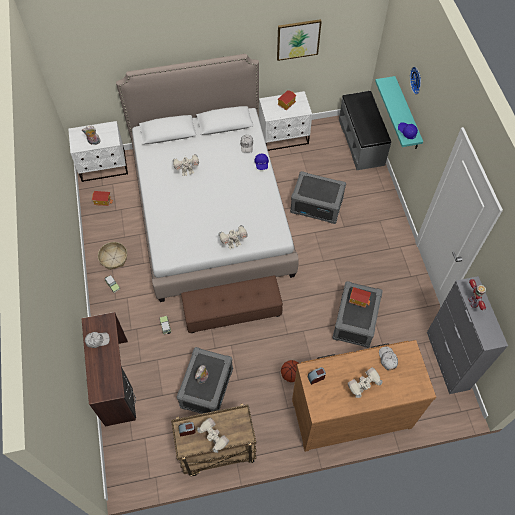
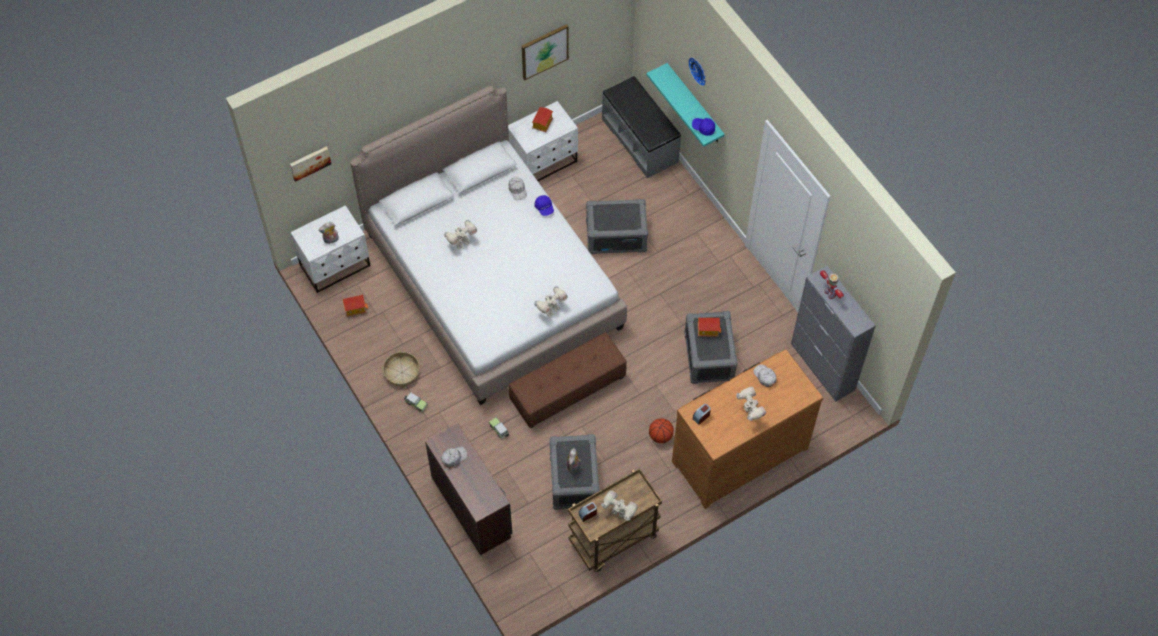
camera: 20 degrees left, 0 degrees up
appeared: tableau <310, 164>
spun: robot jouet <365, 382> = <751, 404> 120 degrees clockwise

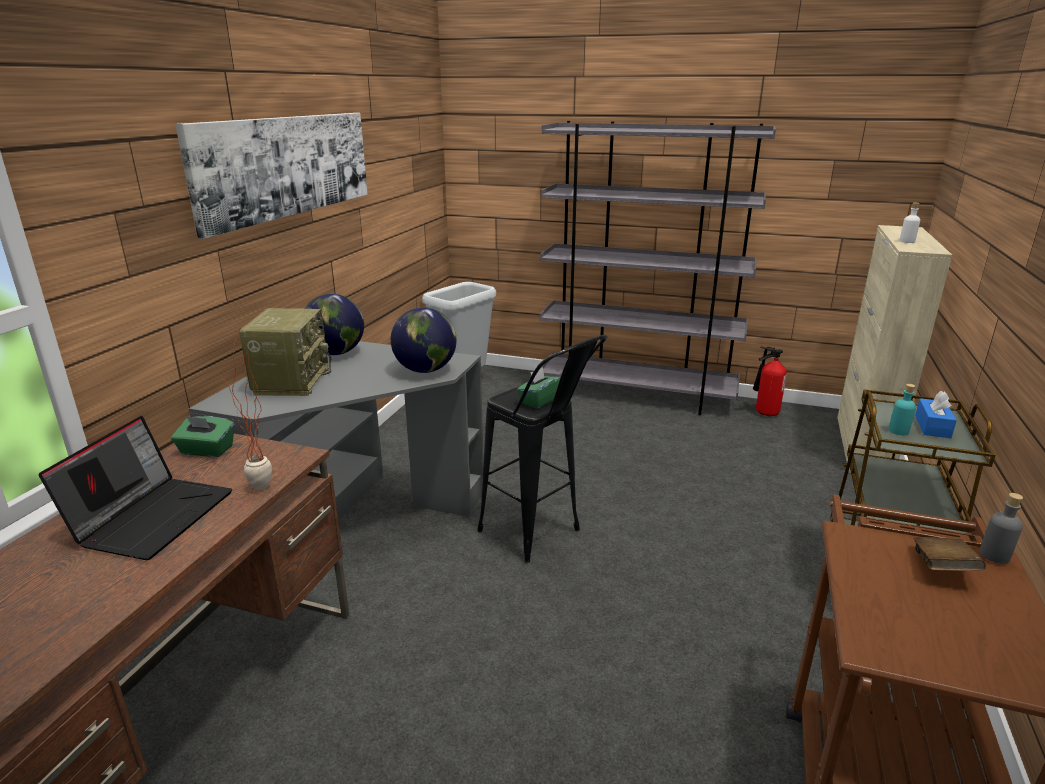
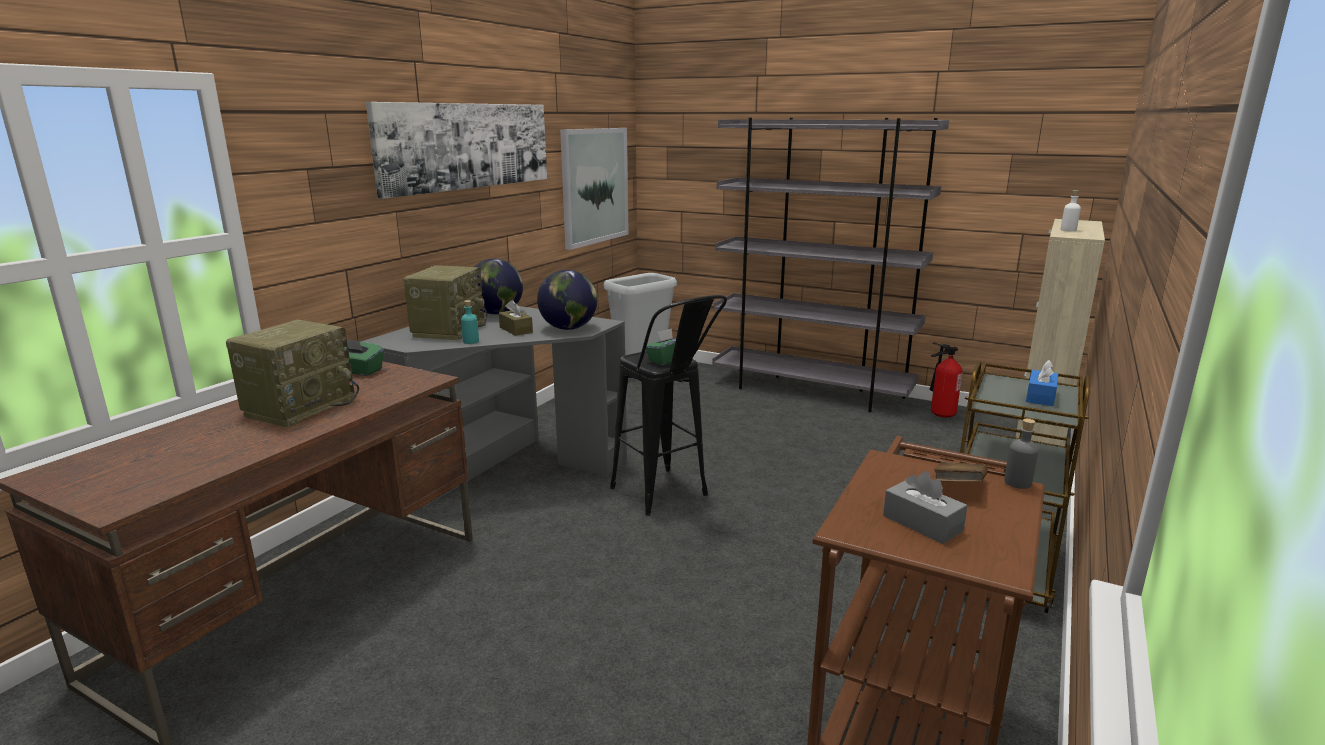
camera: 10 degrees right, 5 degrees down
missing: plante en pot <249, 415>
appeared: boîte à mouchoirs/marron <516, 318>; tableau <594, 189>; boîte à mouchoirs/gris <925, 507>
relocated: bouteille/turquoise <902, 409> to <470, 322>
exchanged: ordinateur portable <135, 488> to radio <292, 374>

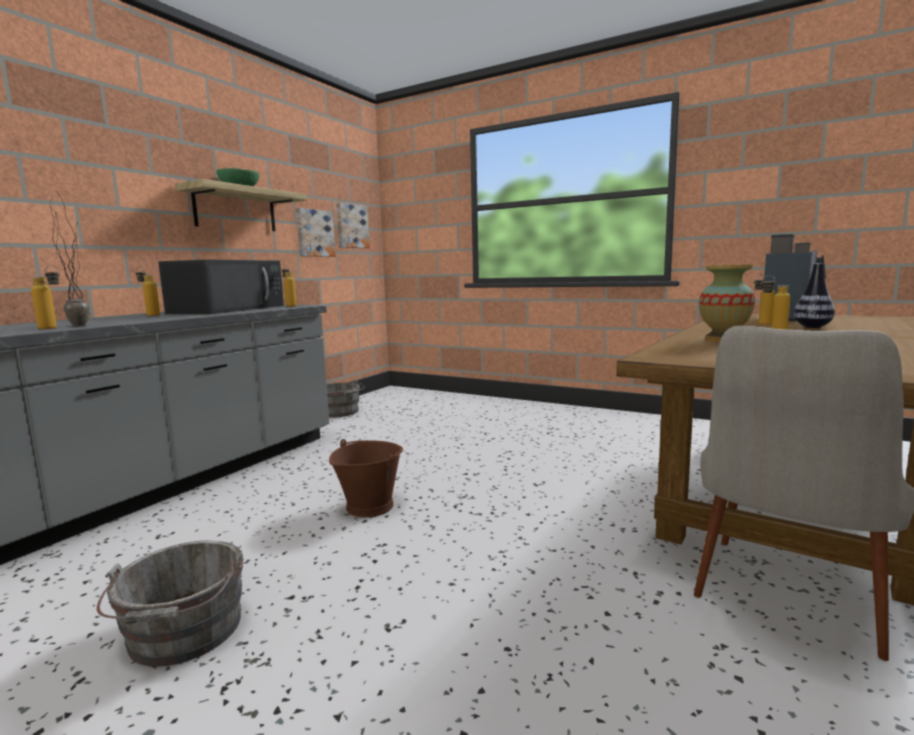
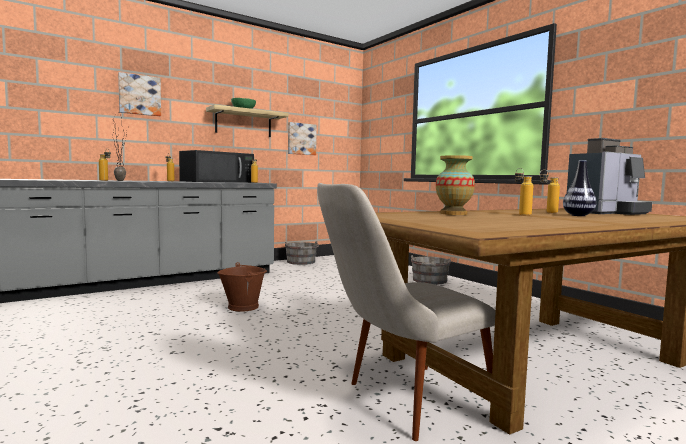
camera: 25 degrees right, 5 degrees down
relocated: tableau <353, 225> to <139, 94>; seau/gris <170, 604> to <430, 270>

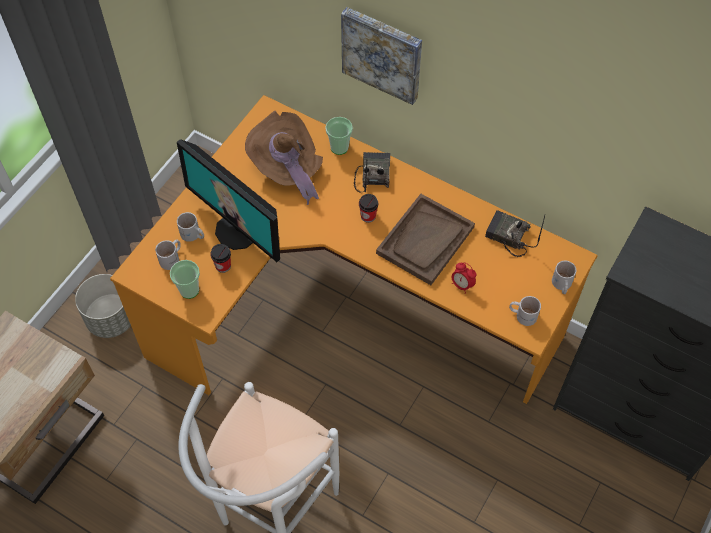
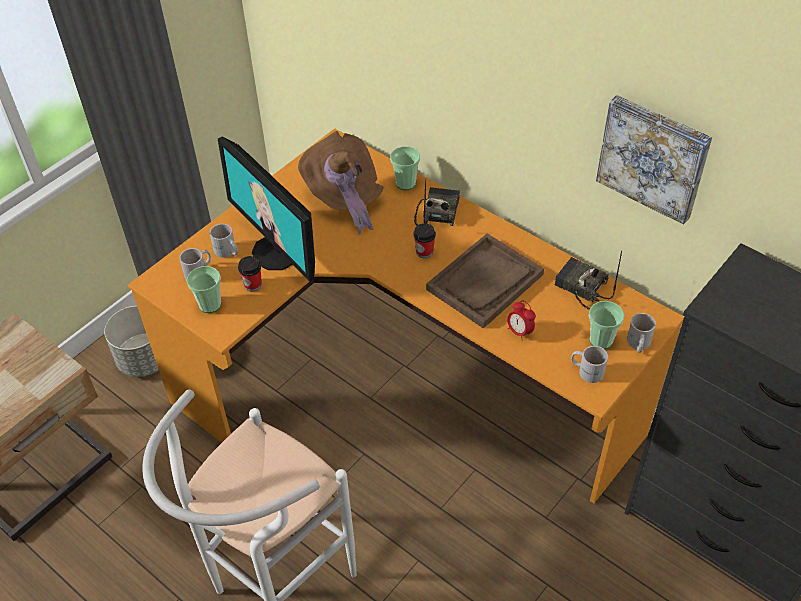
camera: 10 degrees right, 10 degrees down
appeared: tasse <606, 325>
relocated: tableau <381, 56> to <654, 160>

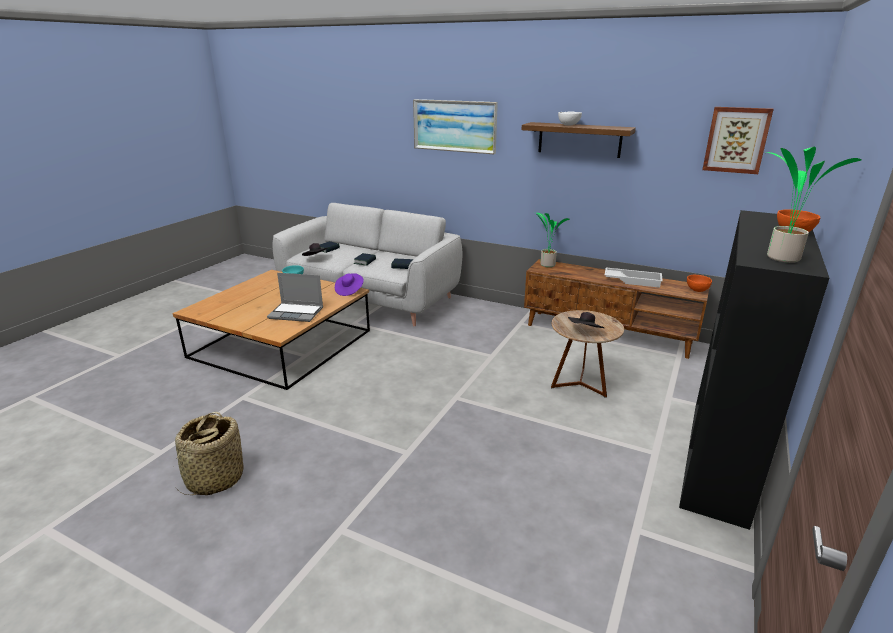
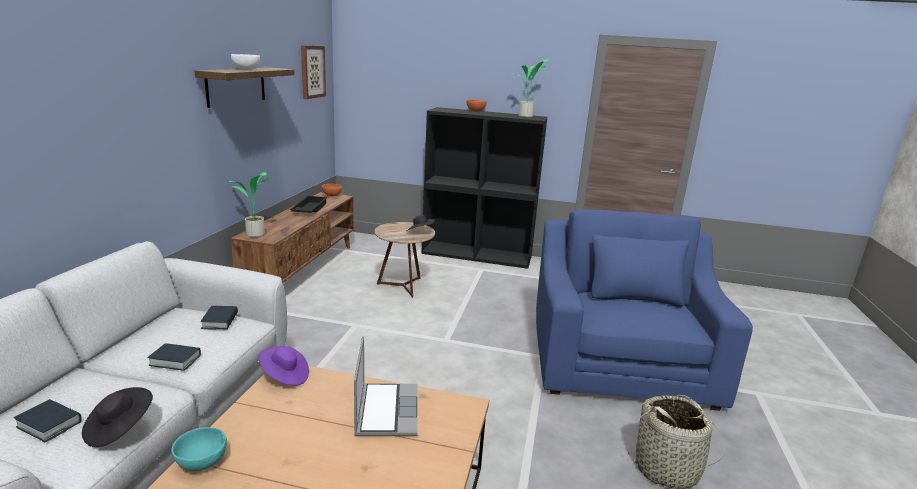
camera: 105 degrees left, 5 degrees down
missing: tableau <455, 126>
appeared: fauteuil/bleu <644, 310>
colour: plateau/blanc <633, 278> to plateau/noir <308, 204>

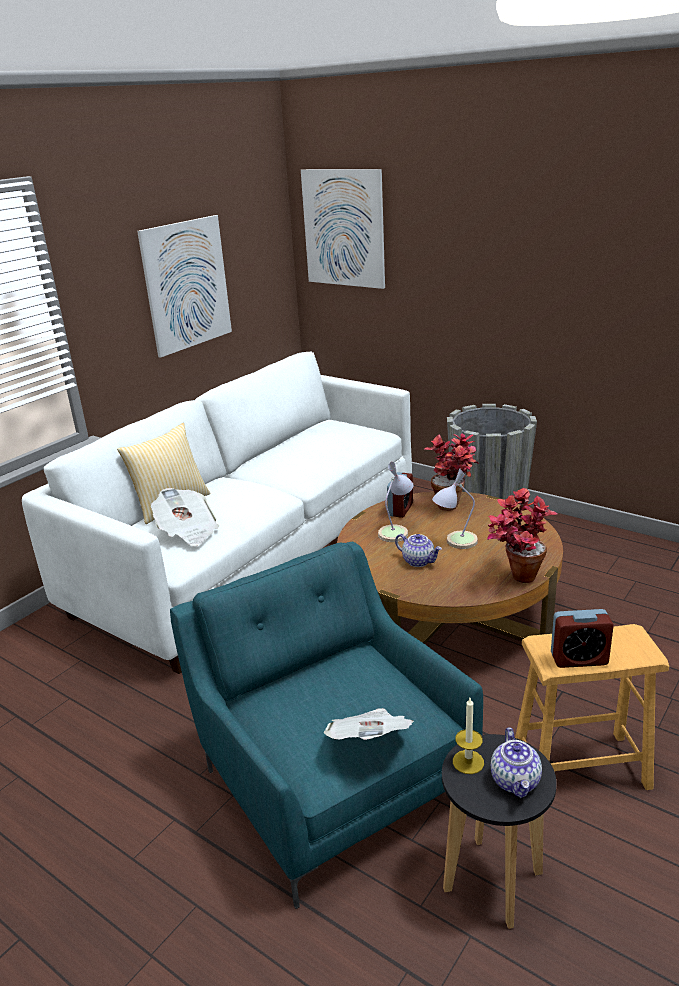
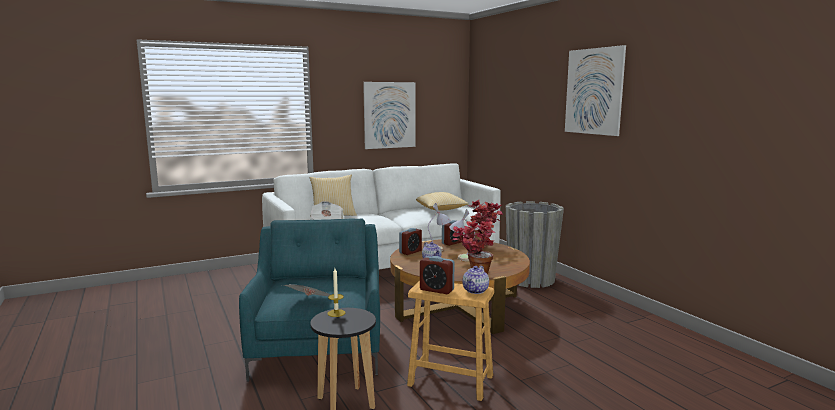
camera: 25 degrees right, 15 degrees down
appeared: réveil <410, 241>; coussin <442, 201>
relocated: théière <516, 763> to <476, 280>; tableau <343, 229> to <595, 90>

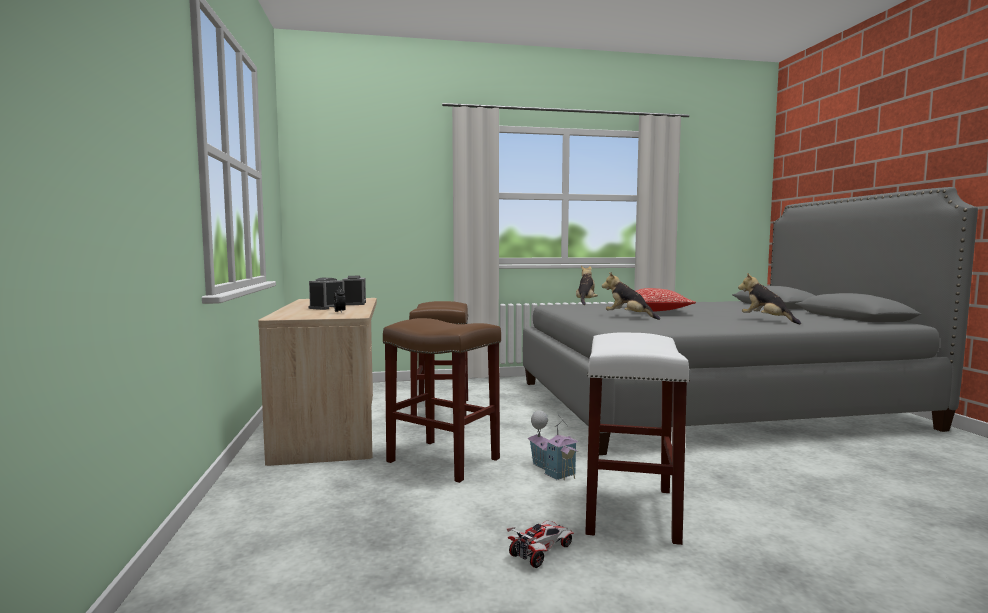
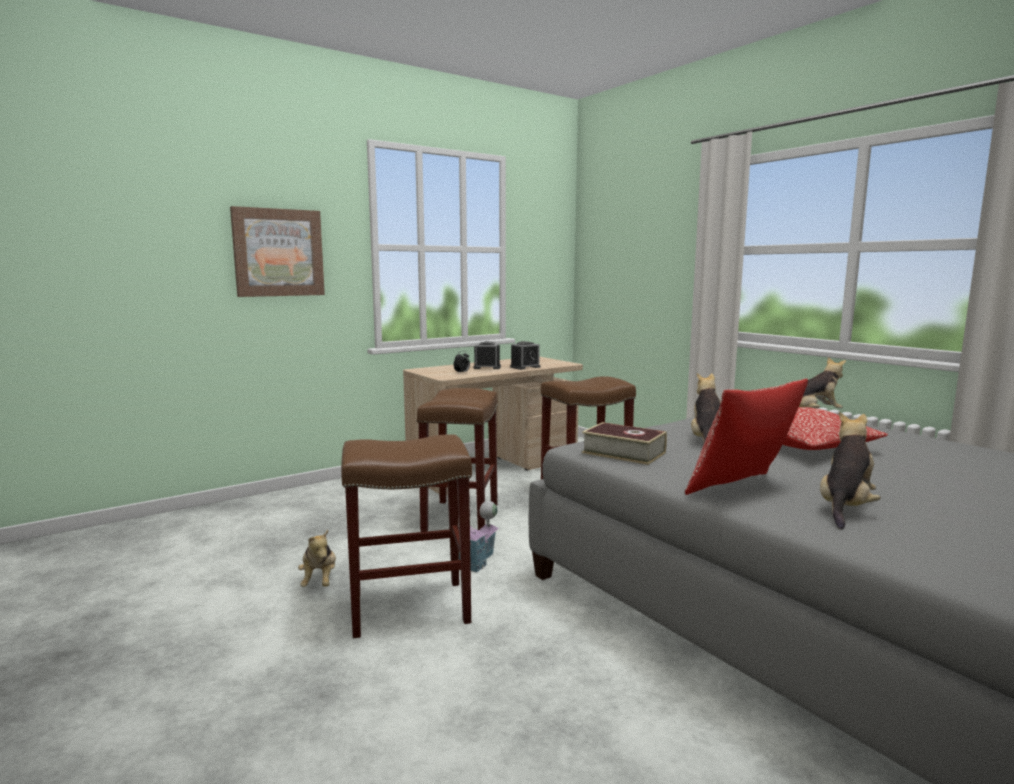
camera: 65 degrees right, 5 degrees up
appeared: tableau <277, 251>; livre <624, 443>; coussin <746, 437>
exchanged: petite voiture <540, 544> to peluche <317, 558>
colour: tabouret/blanc <637, 438> to tabouret/marron <406, 536>

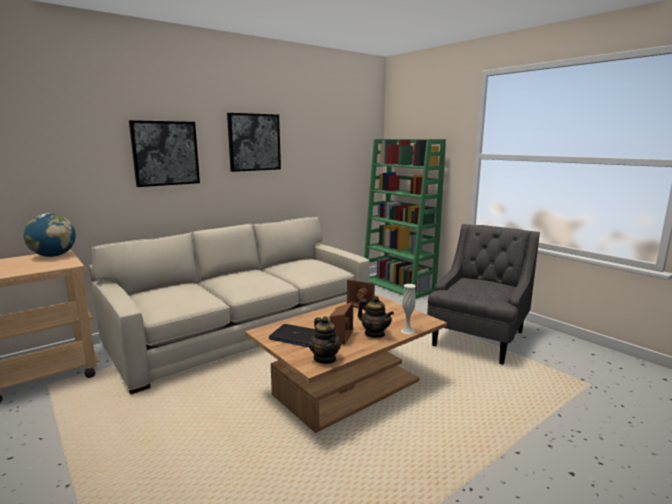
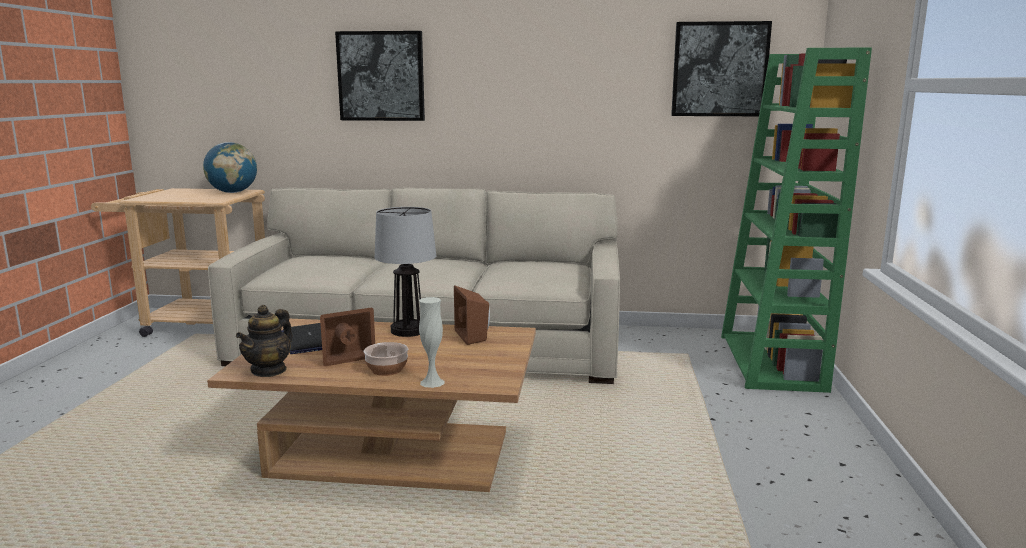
camera: 45 degrees right, 0 degrees up
missing: fauteuil/gris <483, 294>
appeared: lampe de table <405, 272>
relocated: tableau <254, 142> to <721, 68>
exchanged: théière <376, 317> to bol <386, 359>

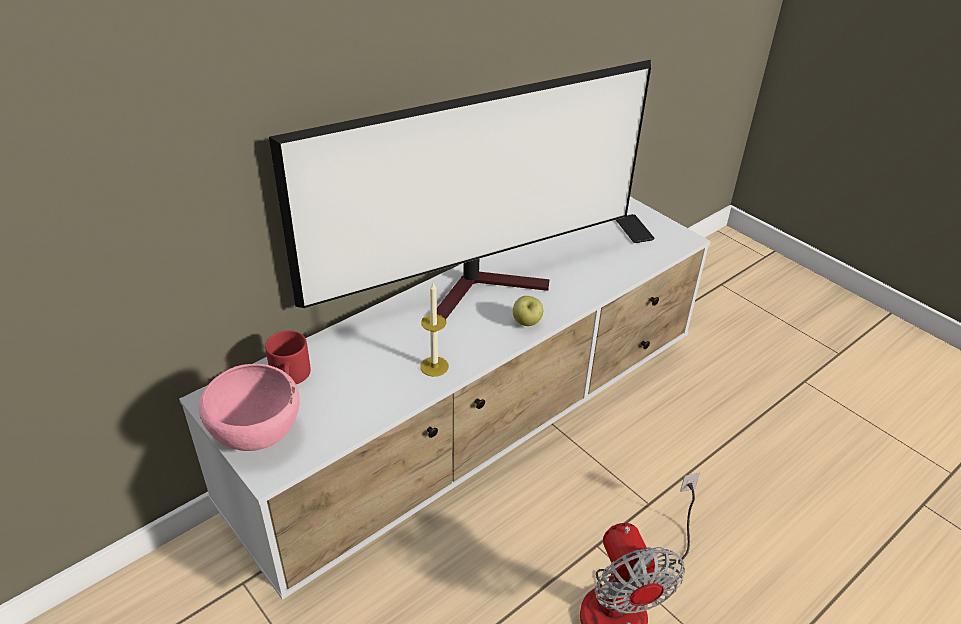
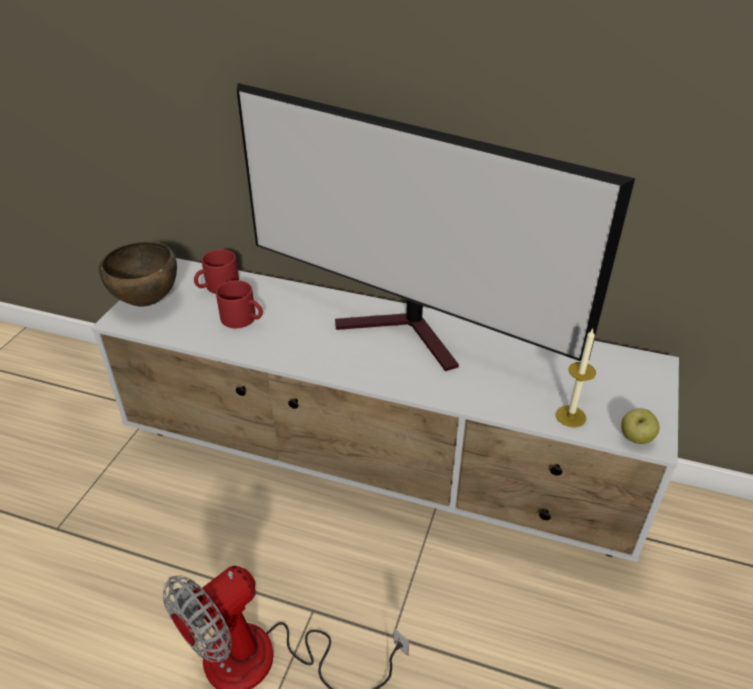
camera: 60 degrees right, 0 degrees up
missing: téléphone <635, 228>
appeared: mug/rouge <239, 304>
relocated: bougie <434, 329> to <576, 378>; pomme <528, 311> to <640, 426>
colour: bol/rose <249, 407> to bol/marron <138, 274>

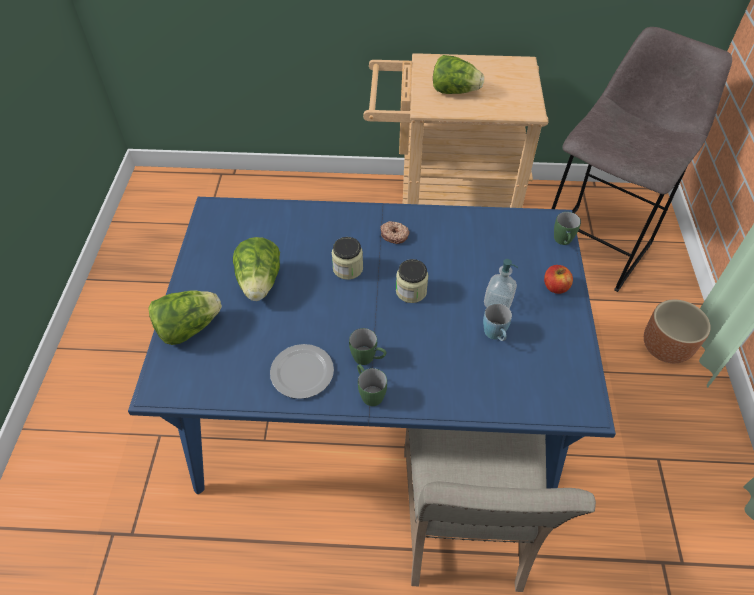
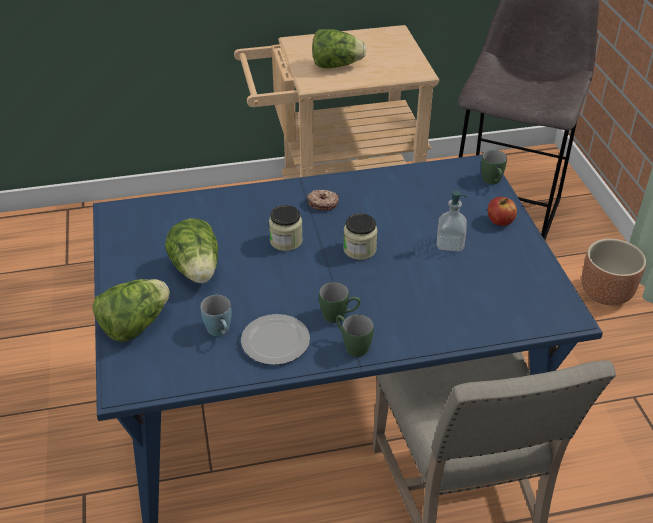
camera: 15 degrees left, 10 degrees down
relocated: mug/bleu <497, 322> to <216, 315>

